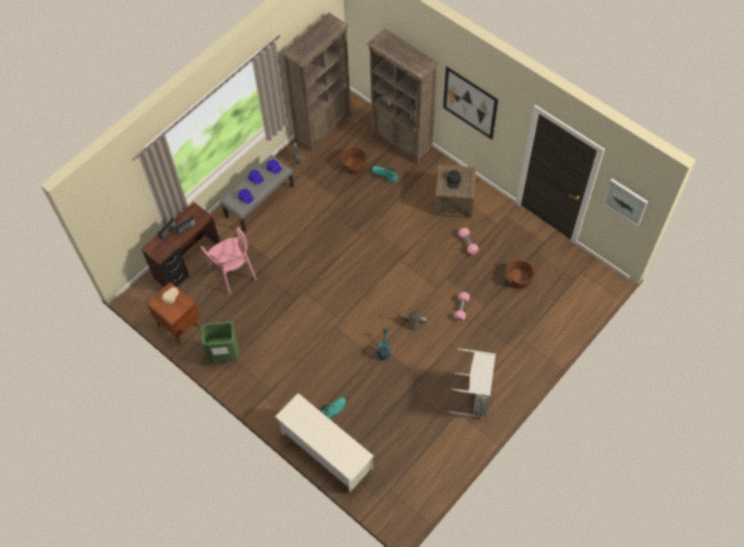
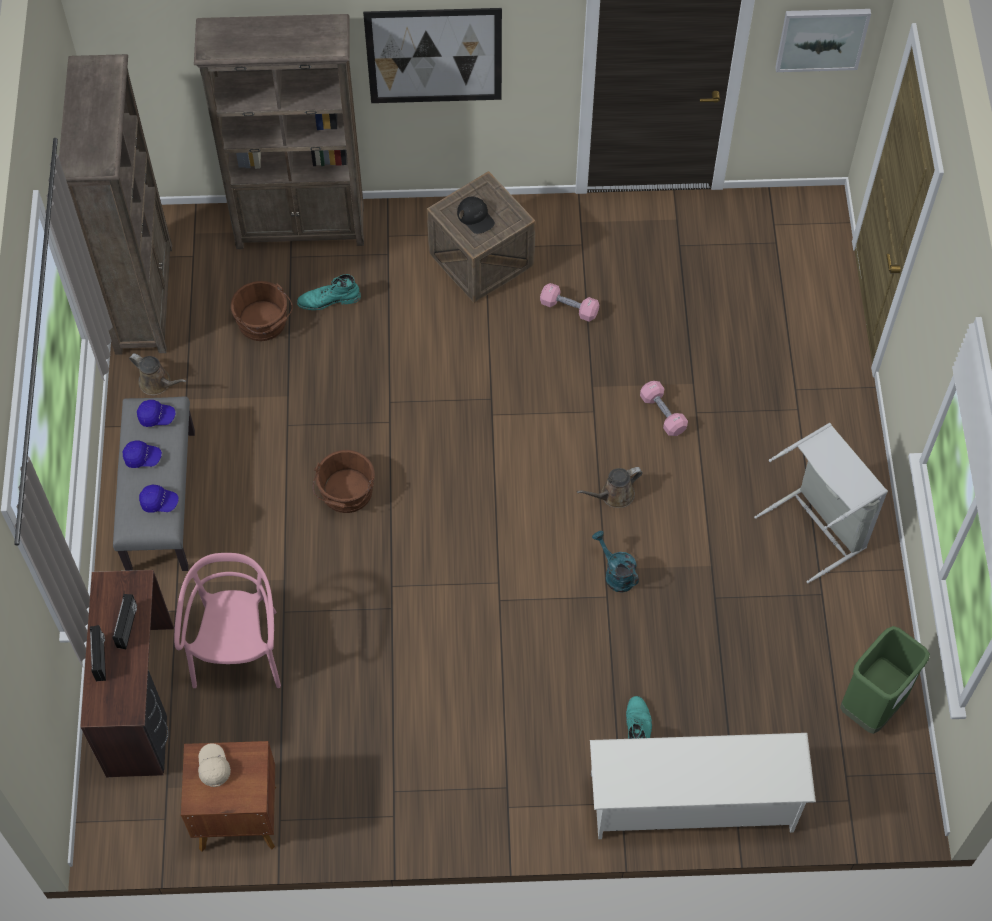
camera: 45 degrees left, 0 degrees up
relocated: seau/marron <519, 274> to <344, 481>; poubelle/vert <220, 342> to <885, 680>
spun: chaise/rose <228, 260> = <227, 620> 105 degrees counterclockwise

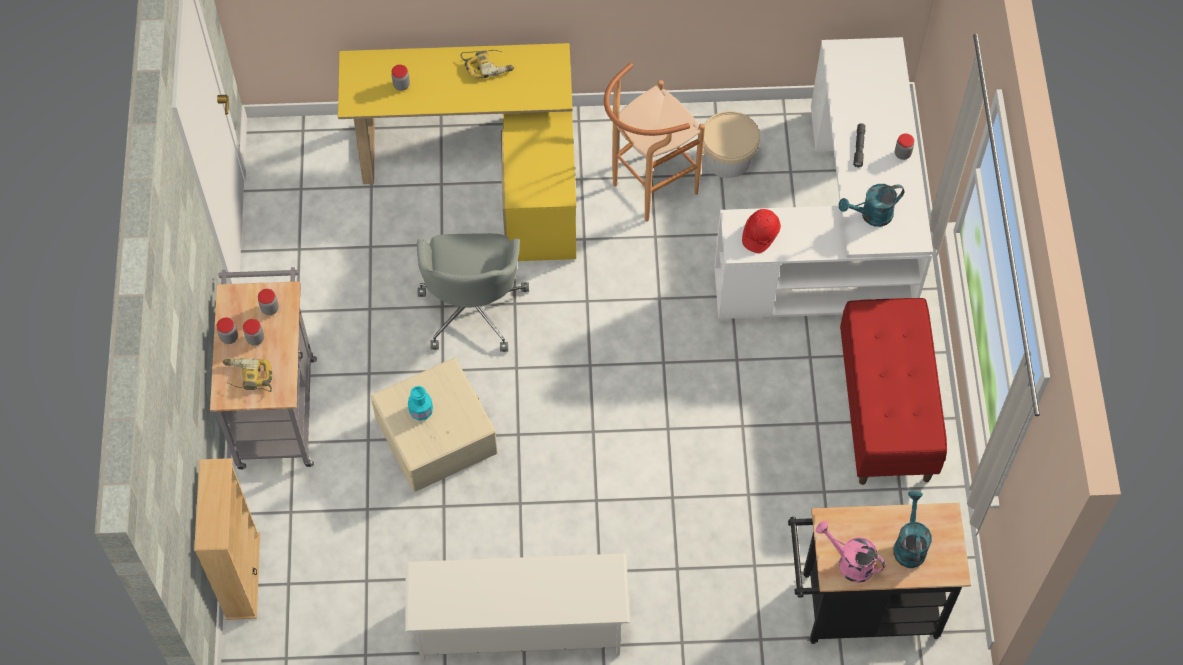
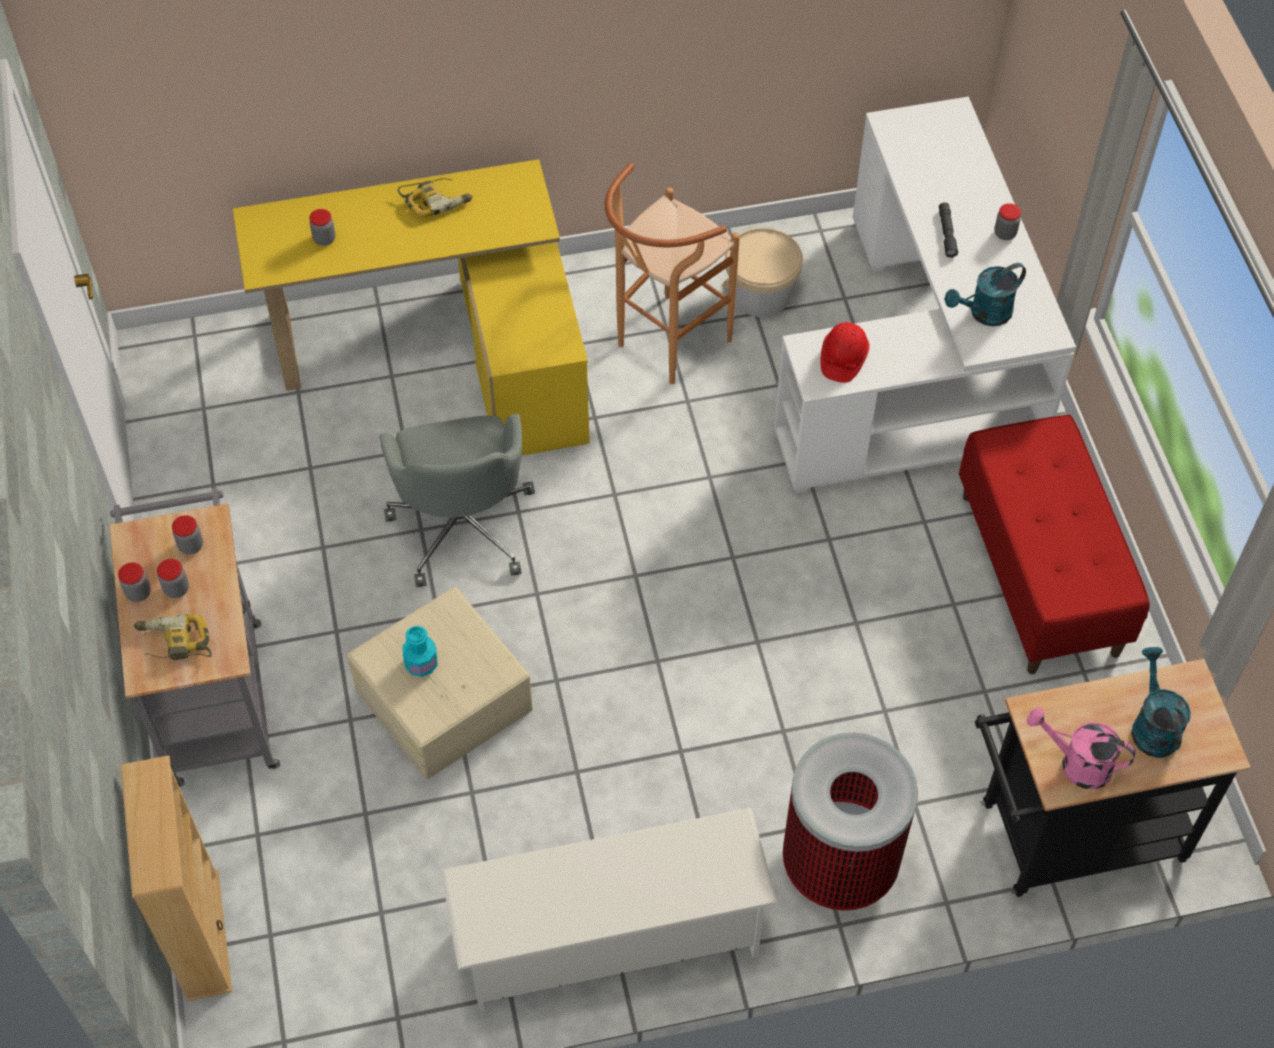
camera: 10 degrees left, 5 degrees down
appeared: poubelle <850, 822>

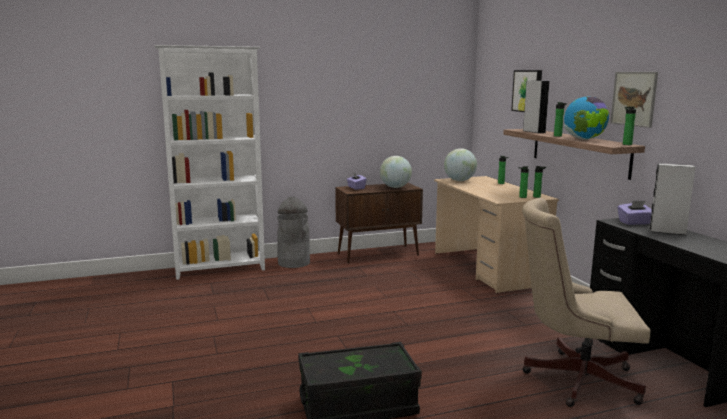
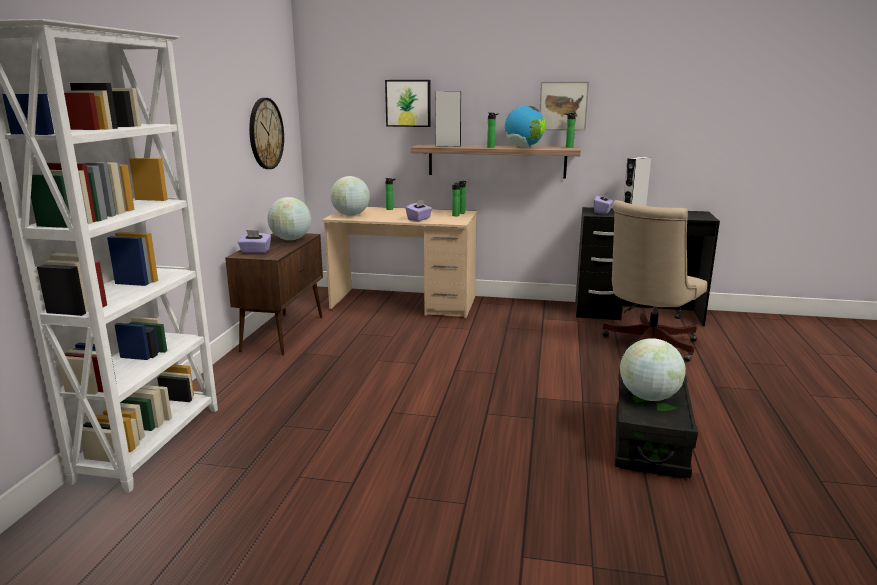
camera: 60 degrees left, 5 degrees up
missing: poubelle/gris <293, 232>
appeared: horloge murale <266, 133>; boîte à mouchoirs/violet <419, 210>; globe <653, 369>

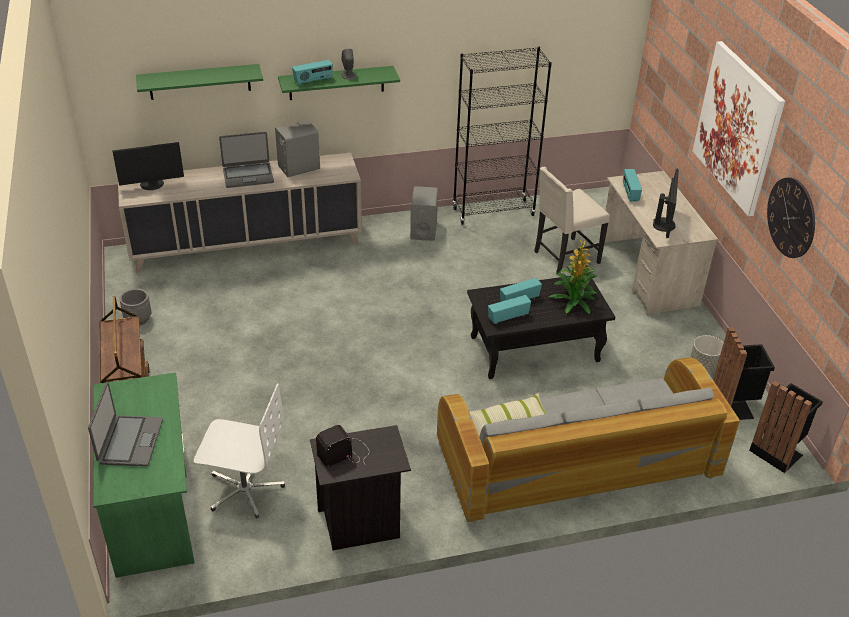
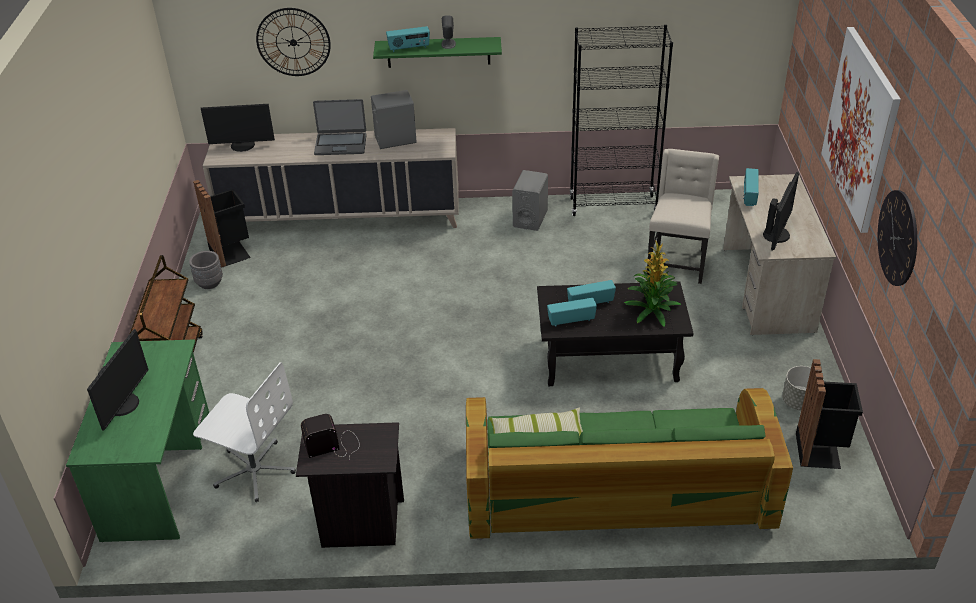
camera: 15 degrees right, 0 degrees up
relocated: poubelle/noir <786, 427> to <222, 224>
exchanged: ordinateur portable <125, 424> to écran d'ordinateur <118, 380>; étagère/vert <199, 82> to horloge murale <293, 42>
colour: canapé/gris <588, 439> to canapé/vert <629, 464>
spun: chaise/beige <572, 220> = <683, 216> 120 degrees clockwise

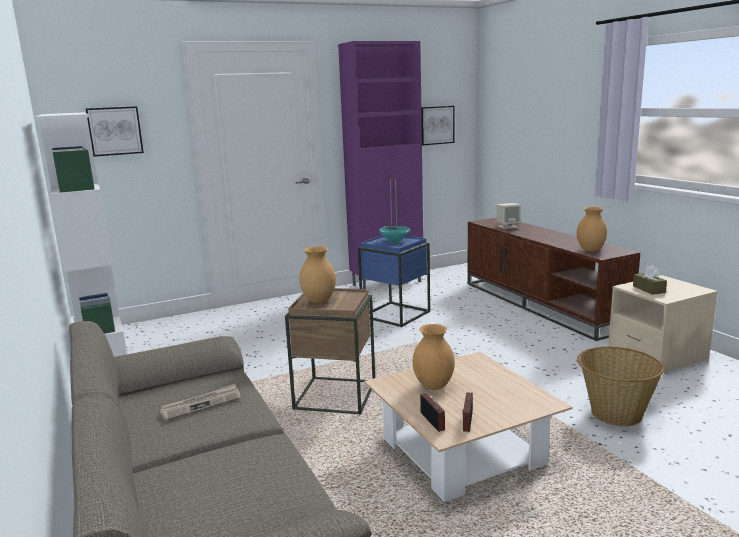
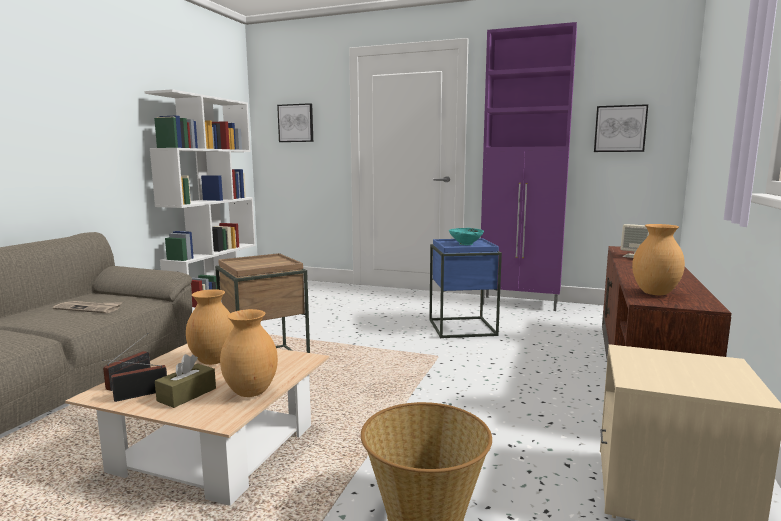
camera: 45 degrees right, 5 degrees down
relocated: boîte à mouchoirs/marron <650, 280> to <185, 381>; vase/marron <317, 274> to <249, 353>

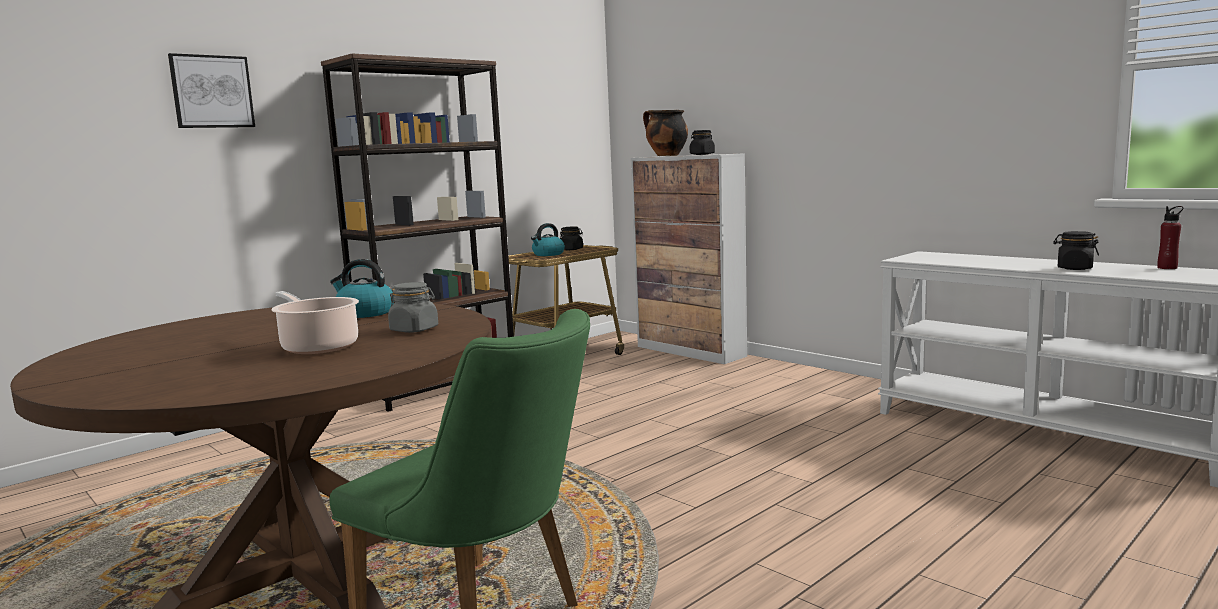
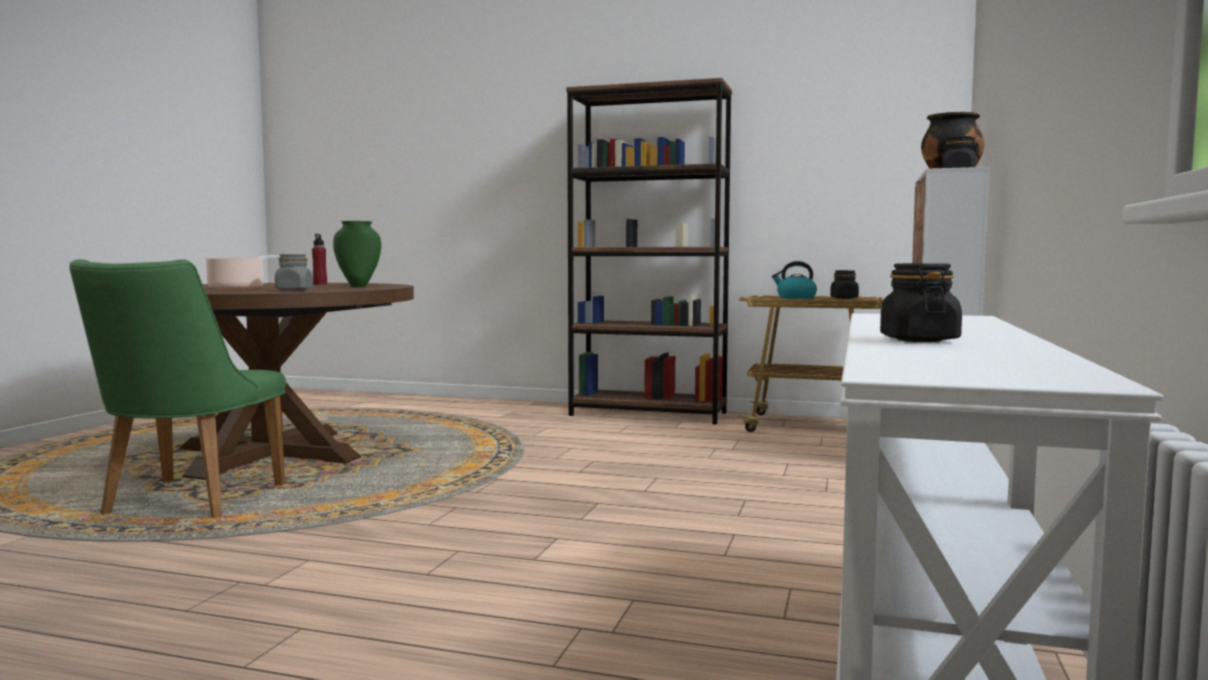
camera: 60 degrees right, 5 degrees down
missing: tableau <211, 90>
relocated: bouteille/rouge <1170, 237> to <319, 259>
exchanged: bouilloire <362, 288> to vase/vert <357, 254>

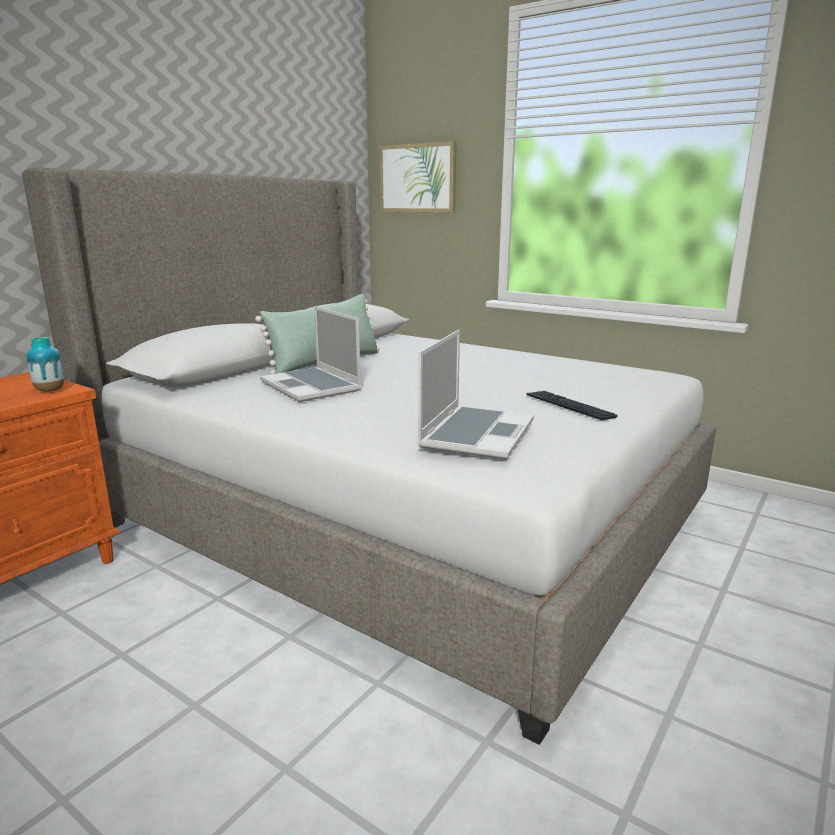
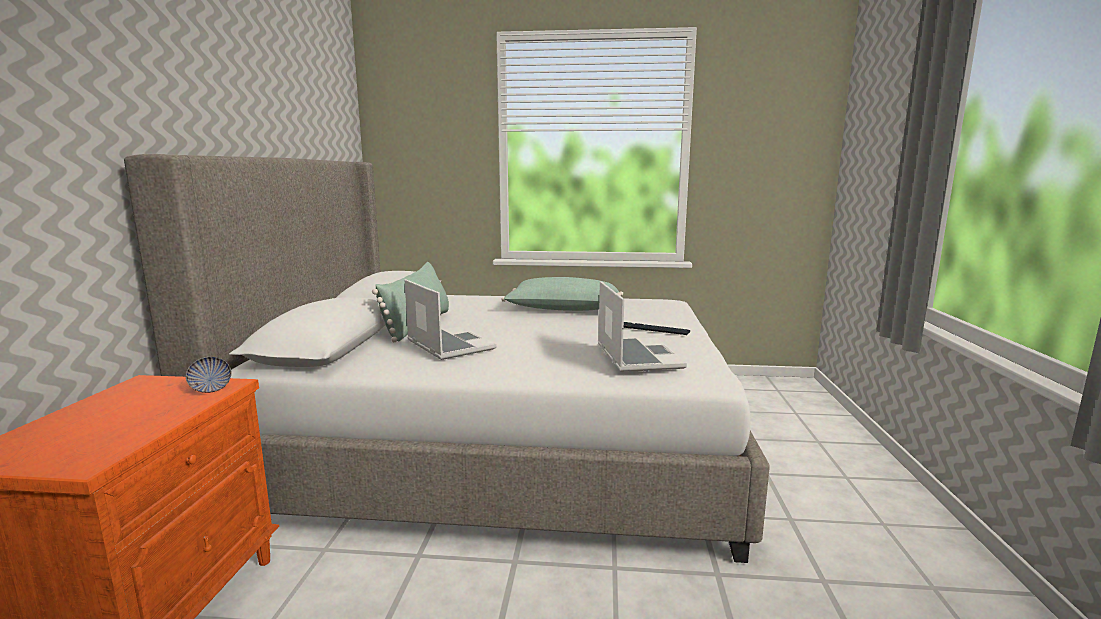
camera: 30 degrees left, 5 degrees down
missing: tableau <418, 176>
appeared: coussin/vert <562, 294>
exchanged: vase <45, 364> to bol <208, 375>
spun: ordinateur portable <310, 354> = <451, 319> 150 degrees counterclockwise

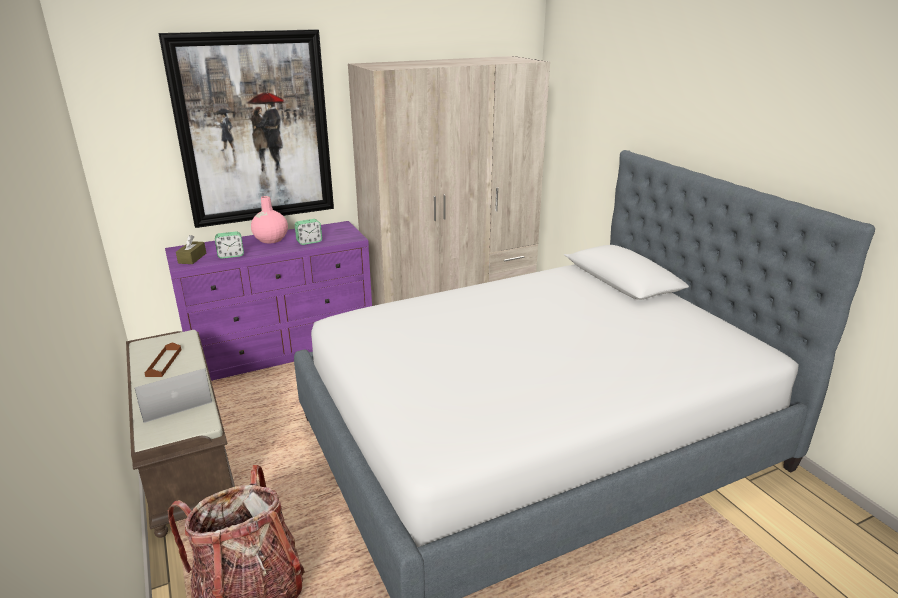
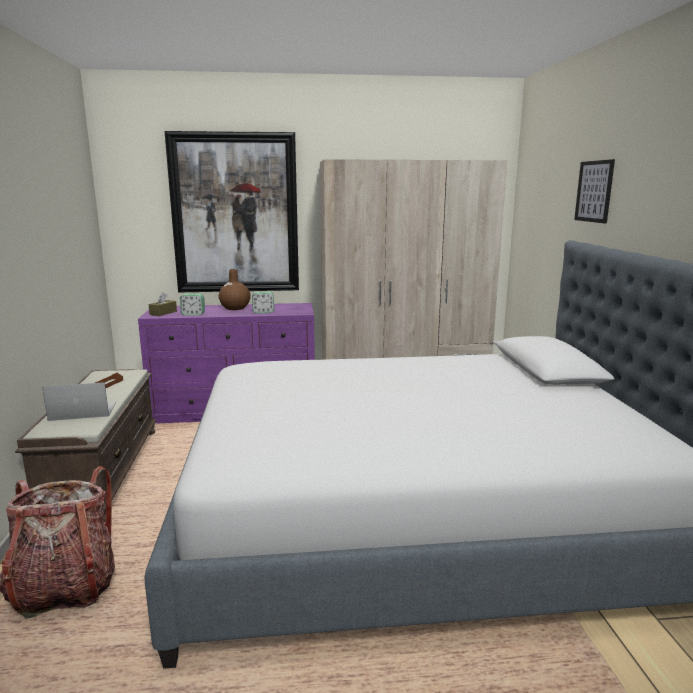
camera: 20 degrees right, 10 degrees down
appeared: tableau <594, 191>
colour: vase/rose <269, 220> to vase/marron <235, 289>

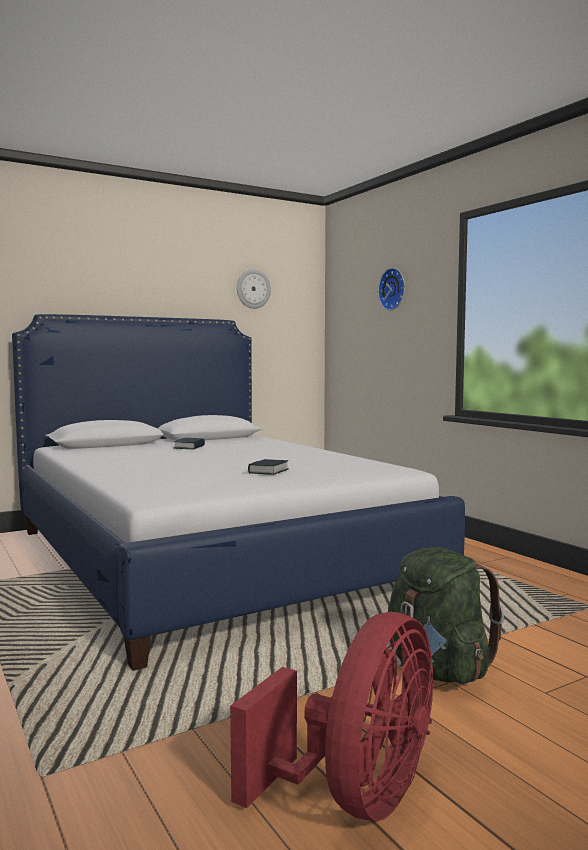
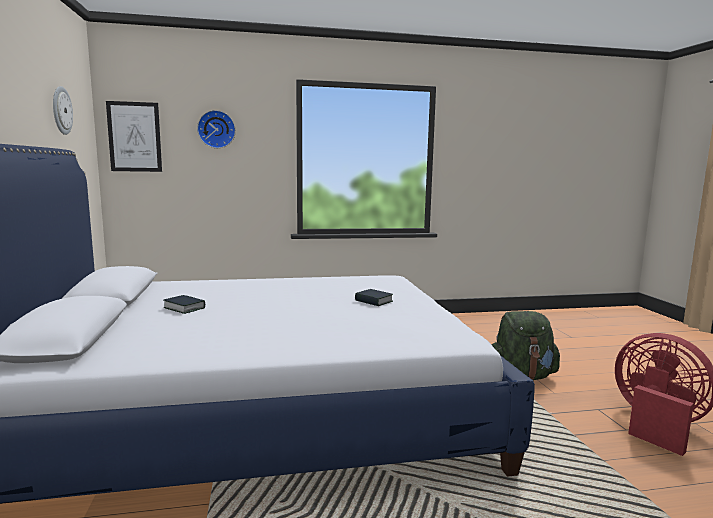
camera: 70 degrees left, 5 degrees up
appeared: tableau <134, 136>

